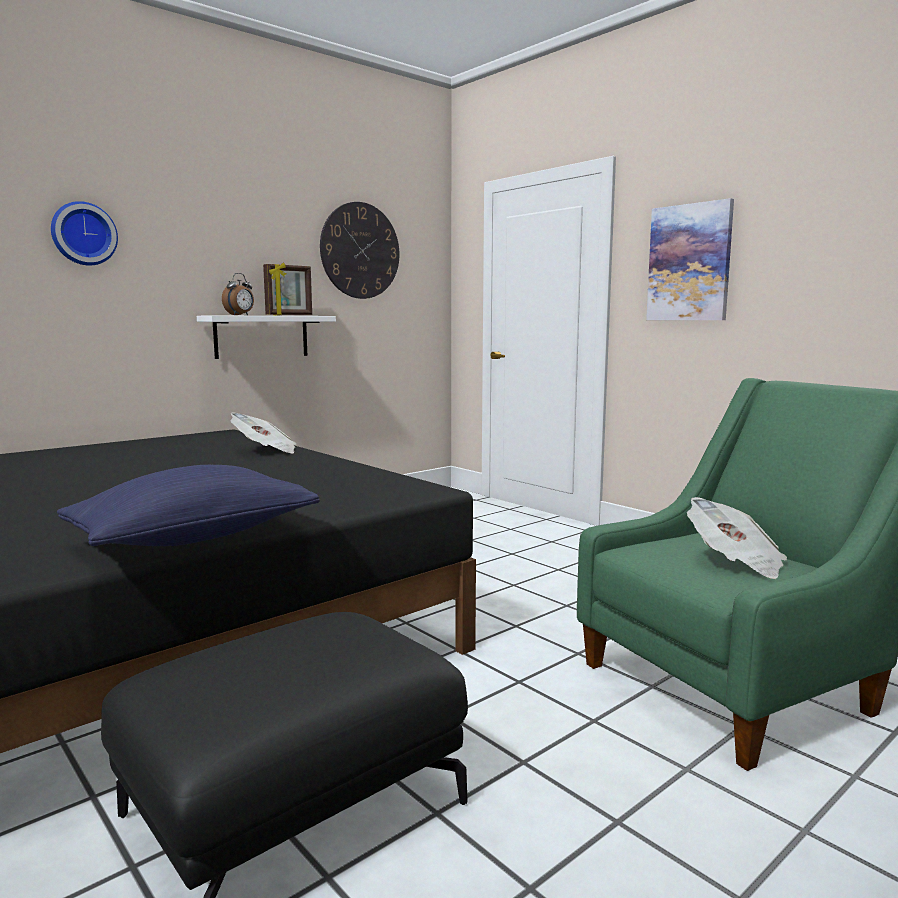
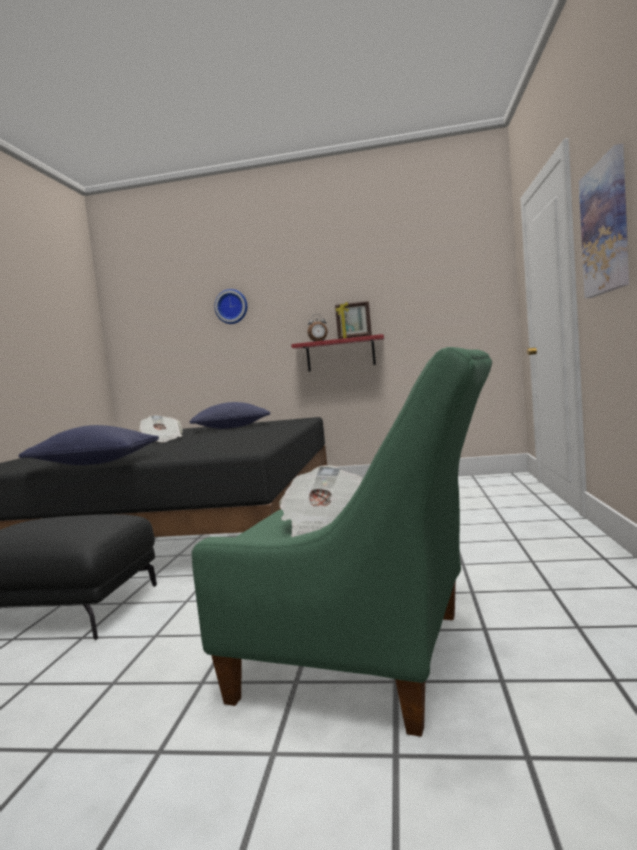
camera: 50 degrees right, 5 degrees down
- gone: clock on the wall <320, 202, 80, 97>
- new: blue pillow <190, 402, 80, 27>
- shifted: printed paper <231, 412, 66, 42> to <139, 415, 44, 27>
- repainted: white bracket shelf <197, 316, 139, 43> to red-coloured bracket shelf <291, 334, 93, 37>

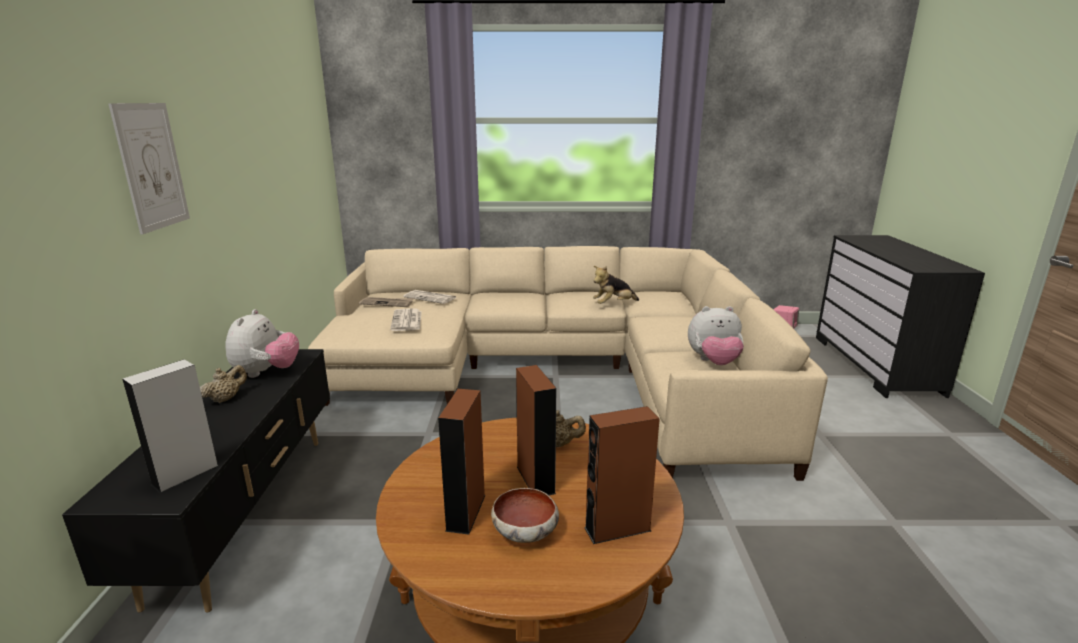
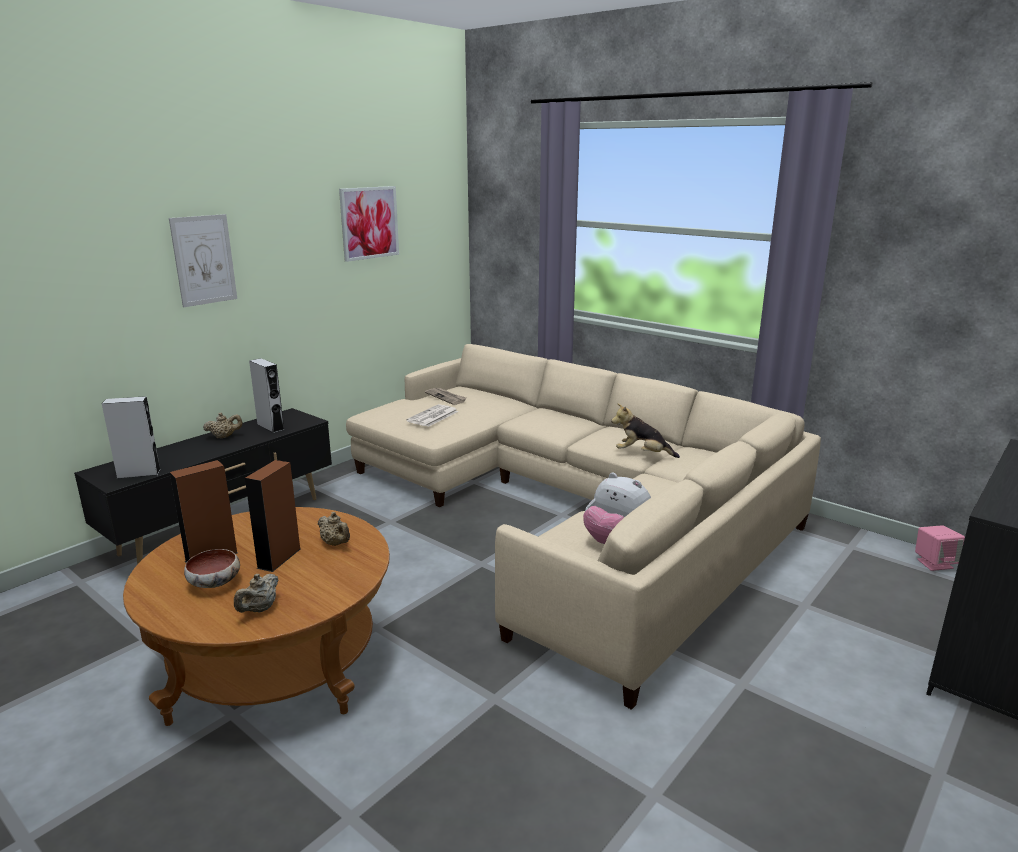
camera: 40 degrees right, 0 degrees up
- gone: printed paper <403, 290, 54, 14>
- new: picture <339, 186, 60, 76>
- swapped: plush toy <225, 309, 74, 69> to greyish loudspeaker <249, 358, 36, 75>
- swapped: brown-coloured loudspeaker <584, 406, 76, 138> to beige tea pot <234, 574, 44, 39>

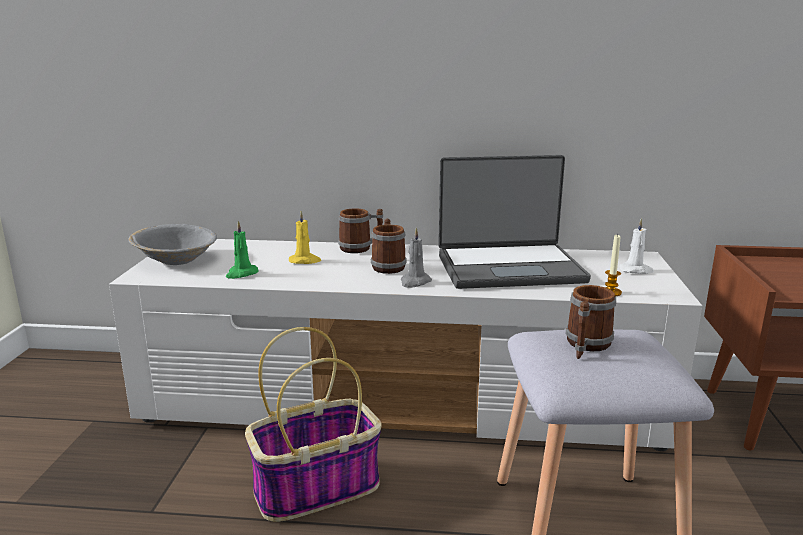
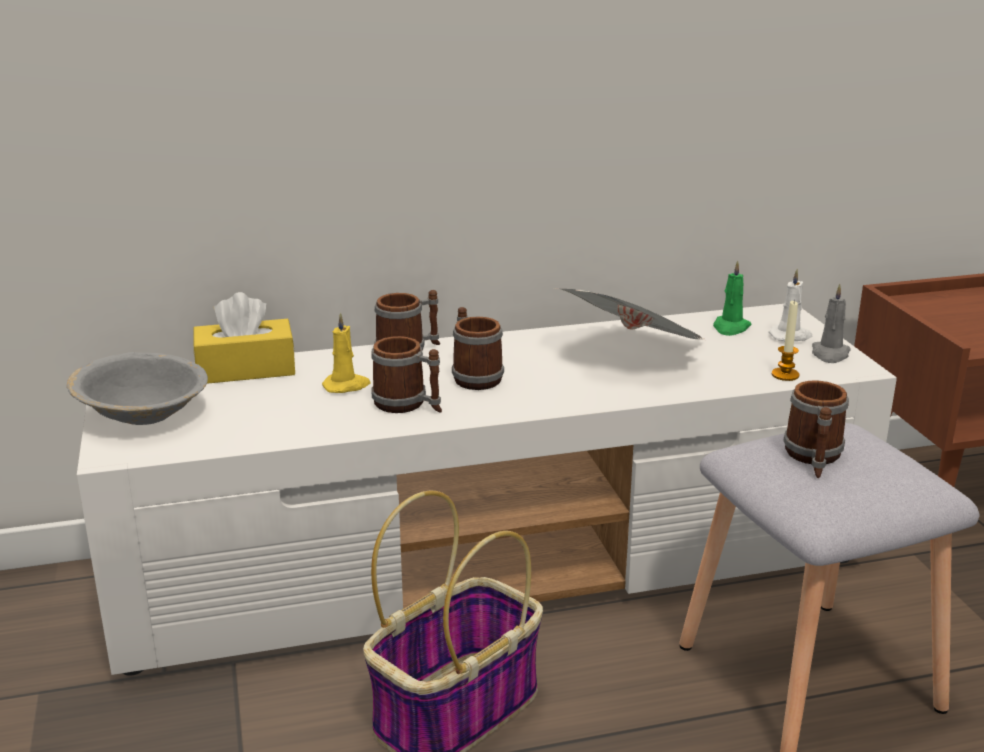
camera: 20 degrees left, 5 degrees up
- new: yellowish tissue box <193, 292, 102, 92>
- new: tea mug <371, 336, 71, 77>
- shifted: green wax light <225, 221, 34, 58> to <713, 260, 38, 76>
- shifted: greyish wax light <401, 228, 31, 60> to <812, 284, 39, 79>
- swapped: notebook computer <438, 155, 153, 134> to printed paper <554, 288, 153, 53>

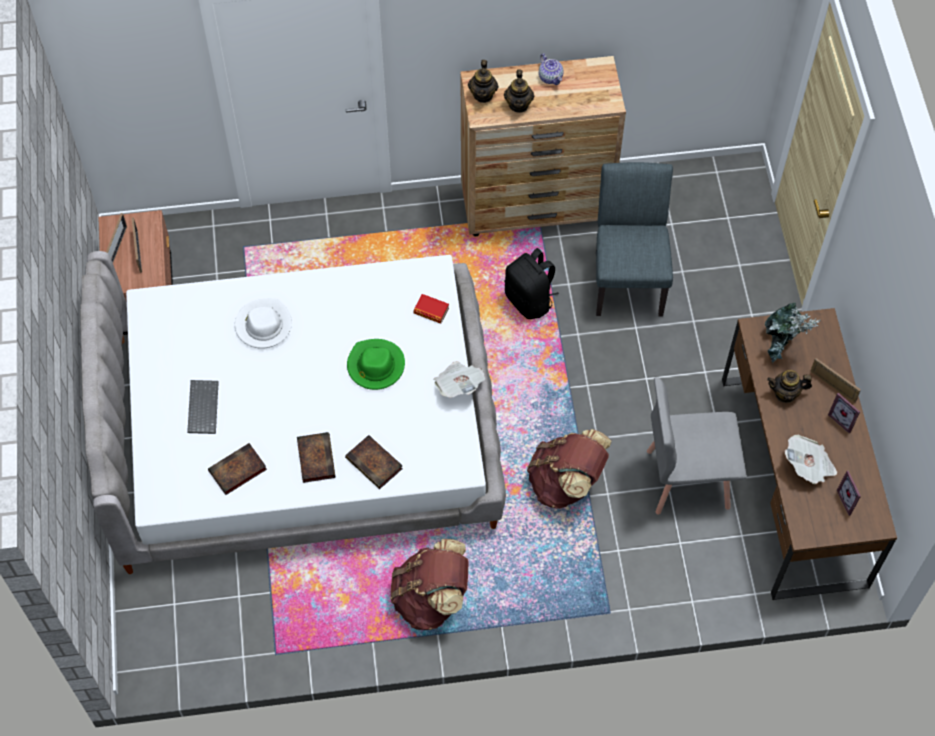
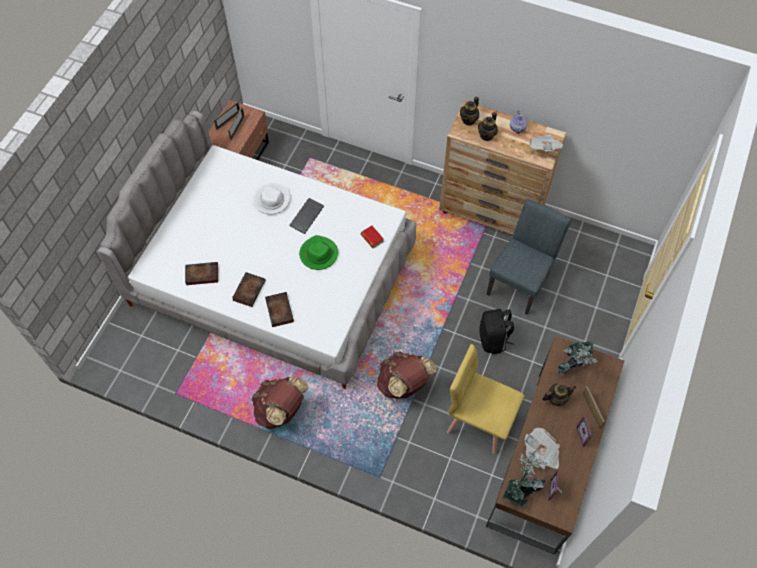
camera: 30 degrees right, 0 degrees up
- new: potted plant <502, 451, 46, 56>
- shifted: keyboard <187, 380, 32, 54> to <289, 198, 35, 36>
- shifted: printed paper <433, 361, 52, 37> to <529, 135, 34, 16>
- shifted: black-coloured rucksack <505, 248, 54, 71> to <479, 309, 35, 45>
- repainted: greyish upright chair <647, 377, 100, 138> to yellowish upright chair <447, 344, 78, 110>
- rotated: tea pot <767, 370, 45, 33> = <542, 384, 34, 22> 135 degrees clockwise

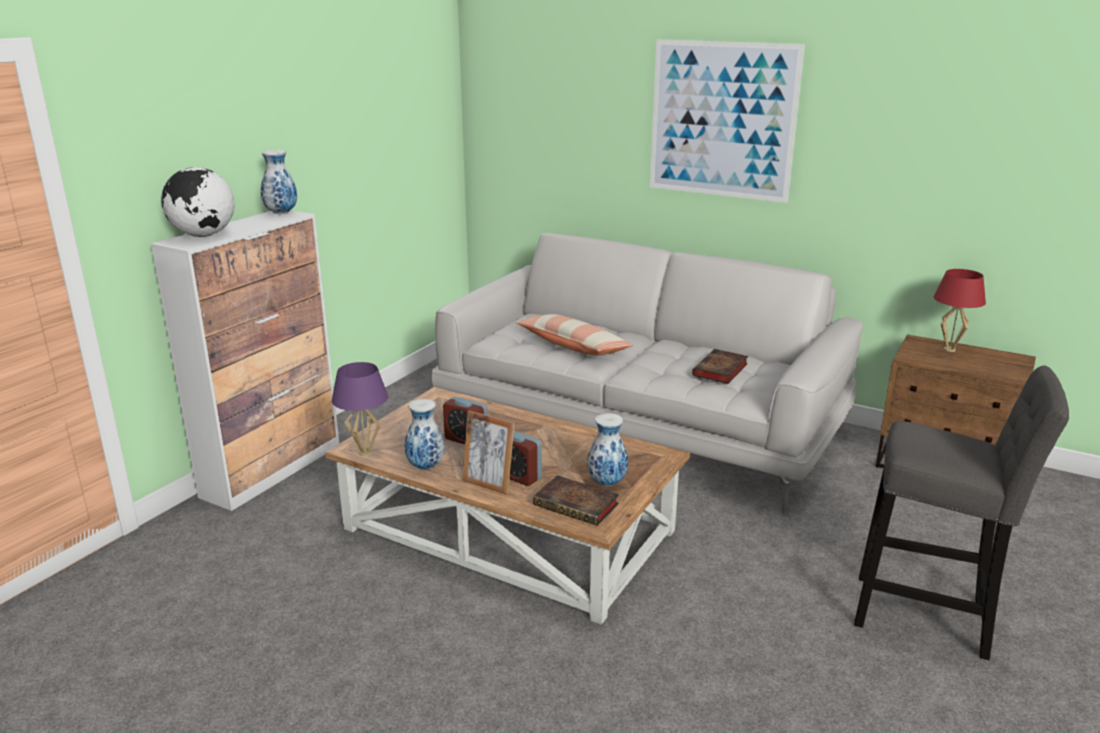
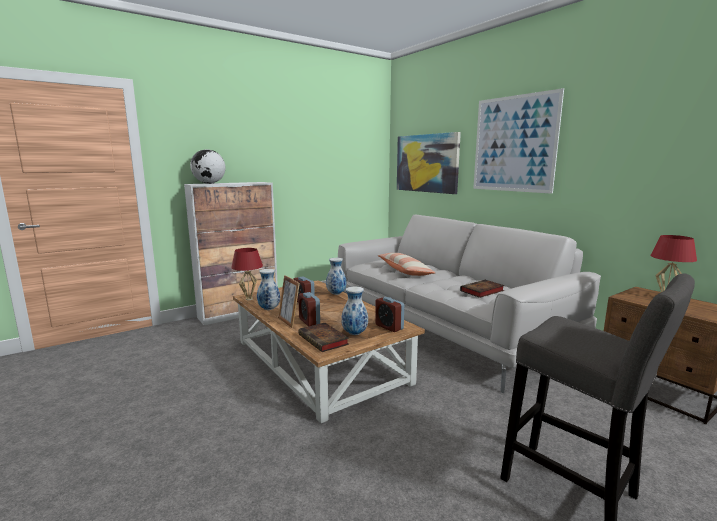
camera: 25 degrees right, 10 degrees down
- new: alarm clock <375, 297, 29, 35>
- new: picture <397, 132, 64, 62>
- shifted: decorative vase <261, 150, 36, 64> to <326, 258, 20, 37>
- repainted: purple tabletop lamp <332, 362, 56, 94> to red-coloured tabletop lamp <231, 248, 32, 52>

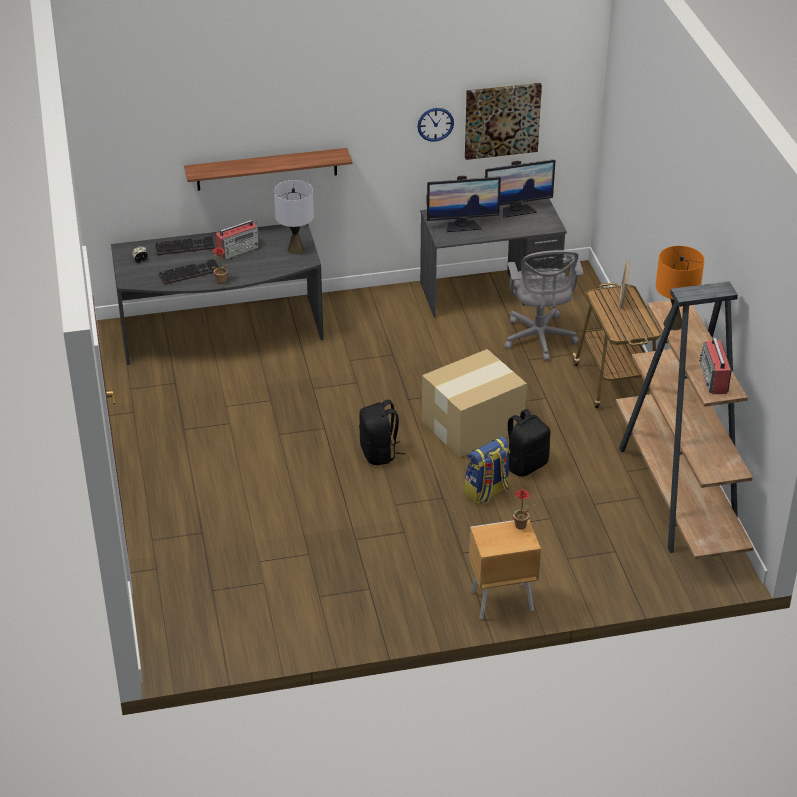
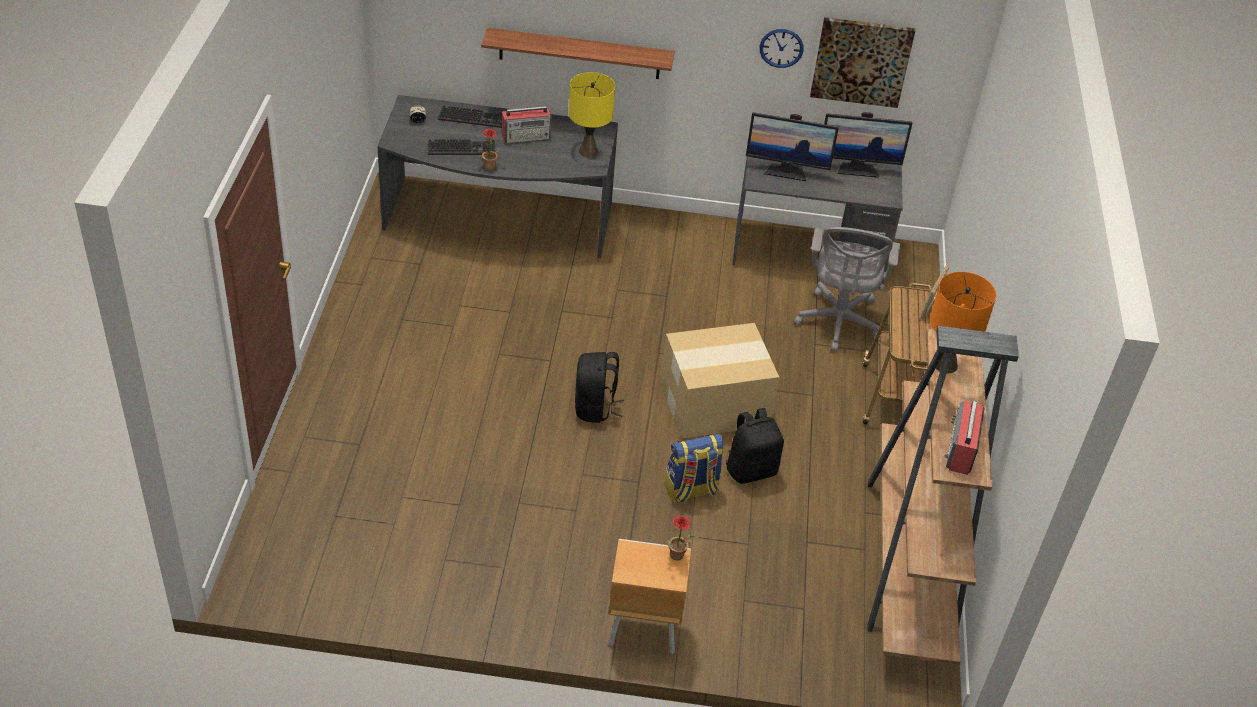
camera: 15 degrees right, 5 degrees up
- repainted: greyish tabletop lamp <274, 180, 40, 74> to yellowish tabletop lamp <569, 72, 46, 85>

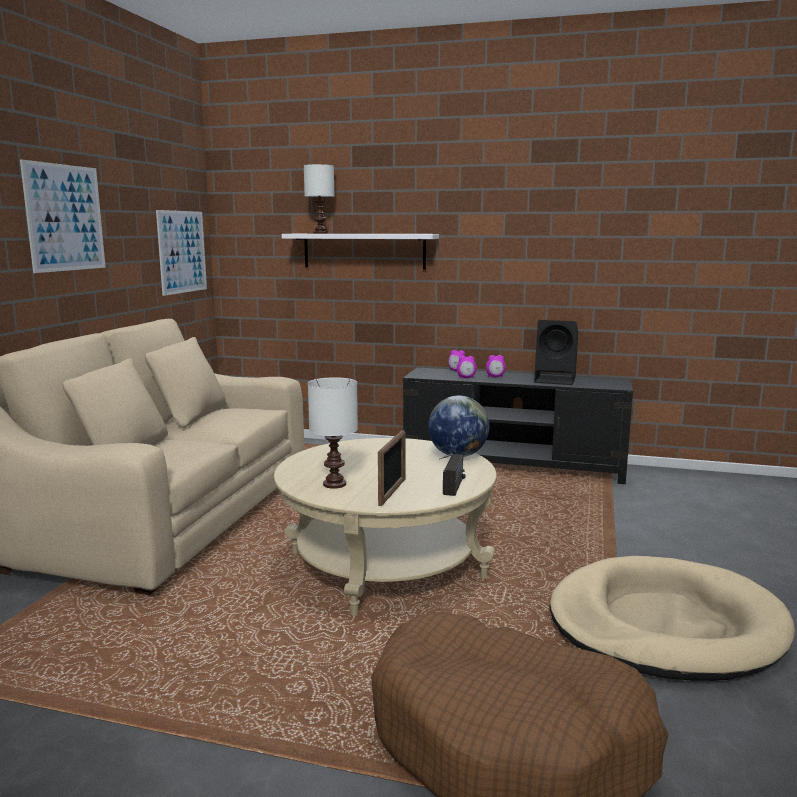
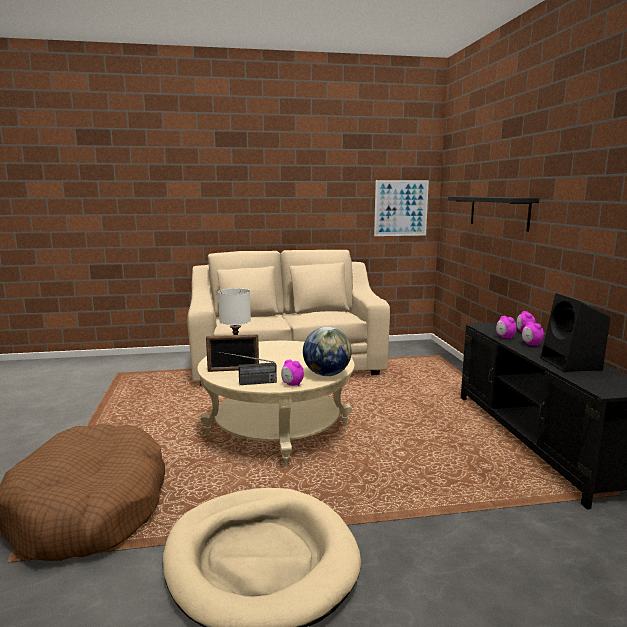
camera: 65 degrees right, 0 degrees up
- gone: picture <20, 159, 86, 114>
- gone: white tabletop lamp <304, 164, 30, 69>
- new: alarm clock <281, 359, 23, 27>
- repainted: white bracket shelf <282, 234, 157, 35> to black-coloured bracket shelf <448, 196, 91, 36>

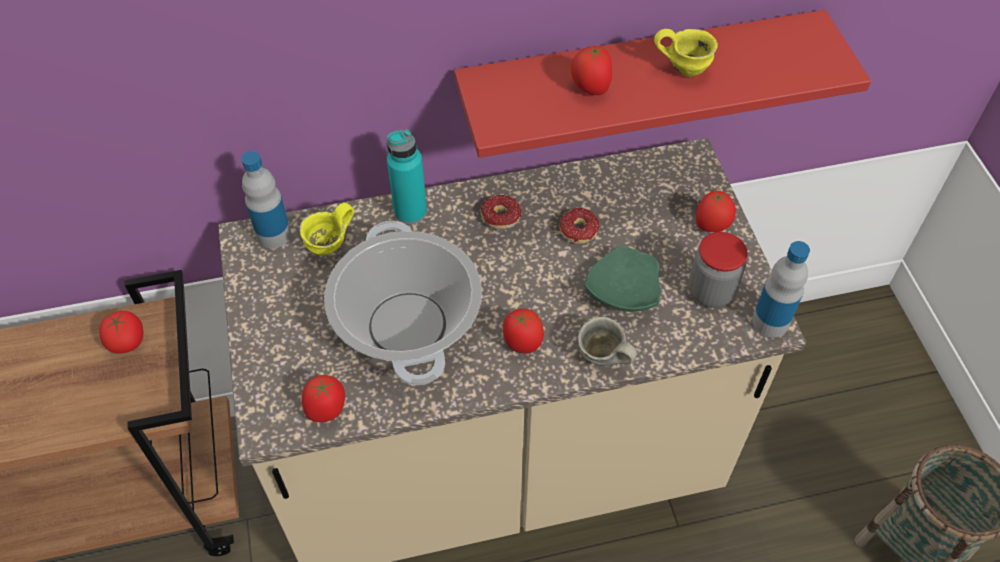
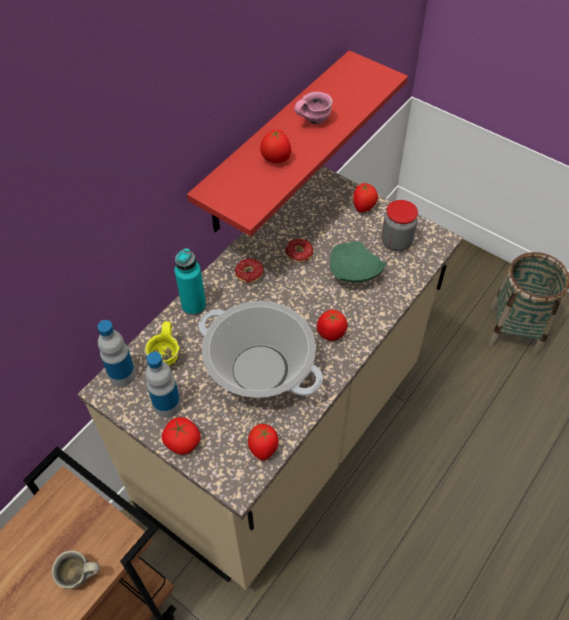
camera: 40 degrees left, 0 degrees up
- shifted: whole tomato <99, 311, 44, 43> to <162, 417, 39, 38>
- shifted: greyish tea mug <578, 317, 59, 49> to <52, 550, 48, 39>
- shifted: bottle <752, 241, 58, 96> to <145, 352, 36, 66>
- repainted: yellowish tea mug <654, 29, 64, 48> to pink tea mug <294, 92, 39, 32>

